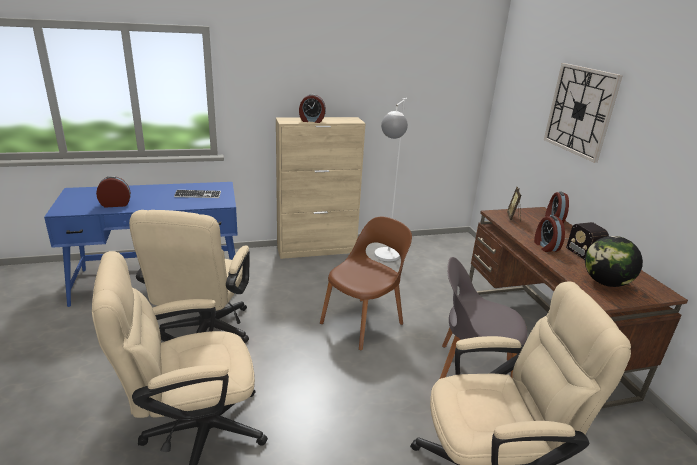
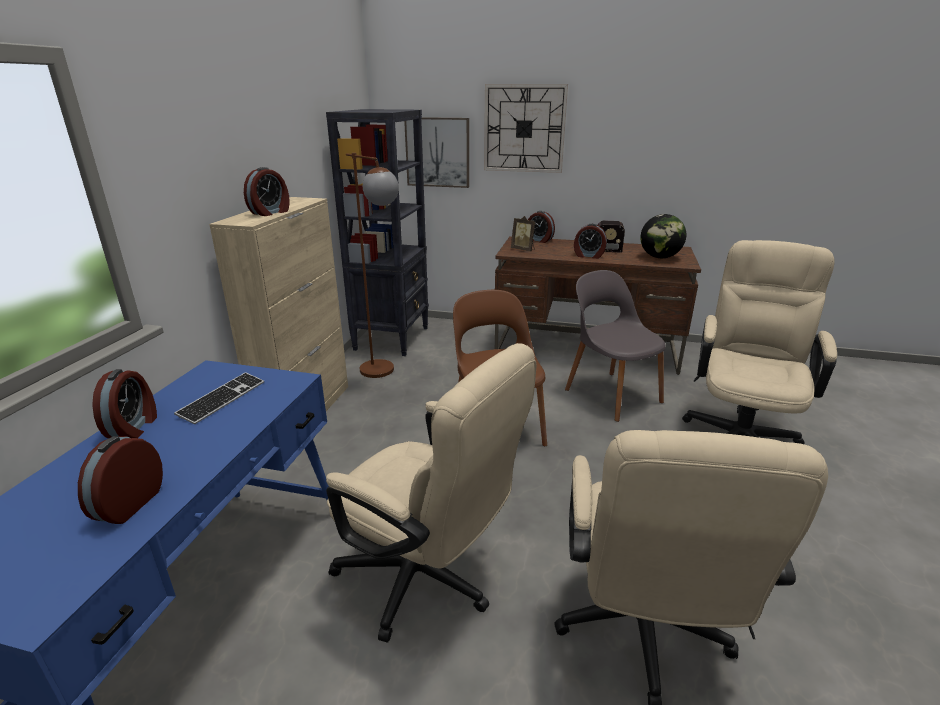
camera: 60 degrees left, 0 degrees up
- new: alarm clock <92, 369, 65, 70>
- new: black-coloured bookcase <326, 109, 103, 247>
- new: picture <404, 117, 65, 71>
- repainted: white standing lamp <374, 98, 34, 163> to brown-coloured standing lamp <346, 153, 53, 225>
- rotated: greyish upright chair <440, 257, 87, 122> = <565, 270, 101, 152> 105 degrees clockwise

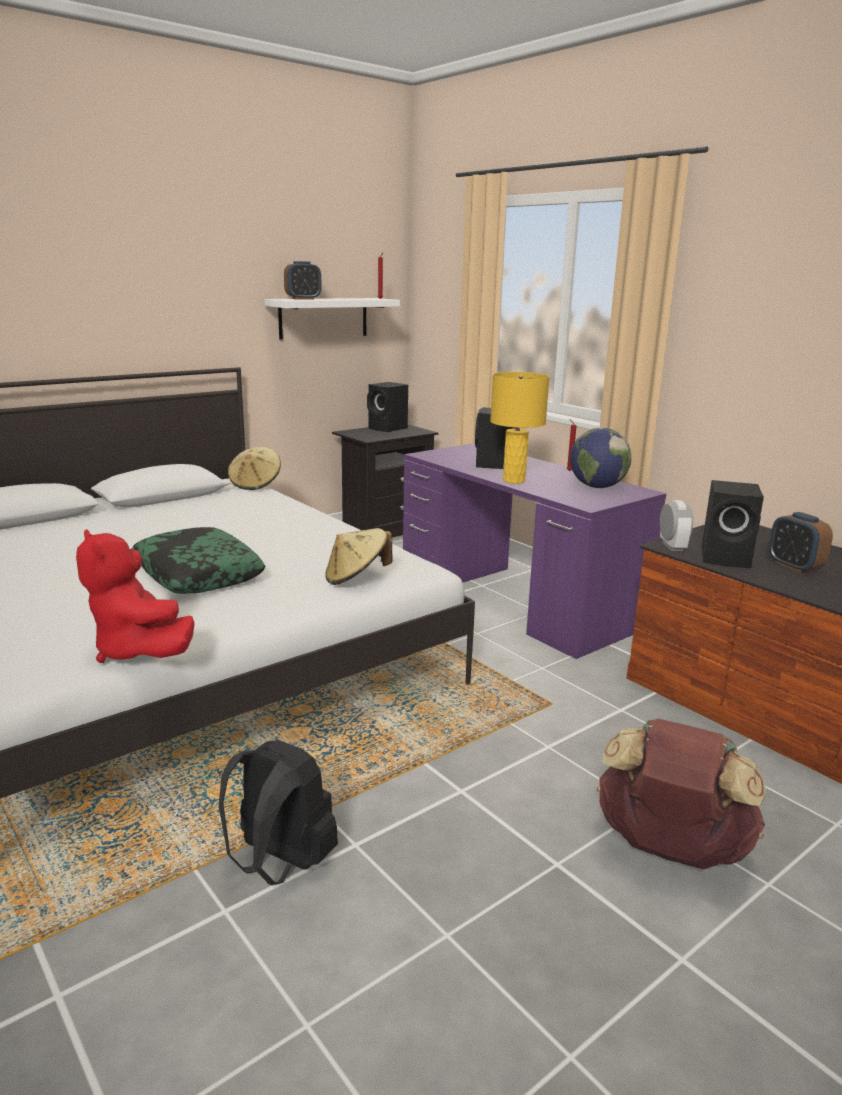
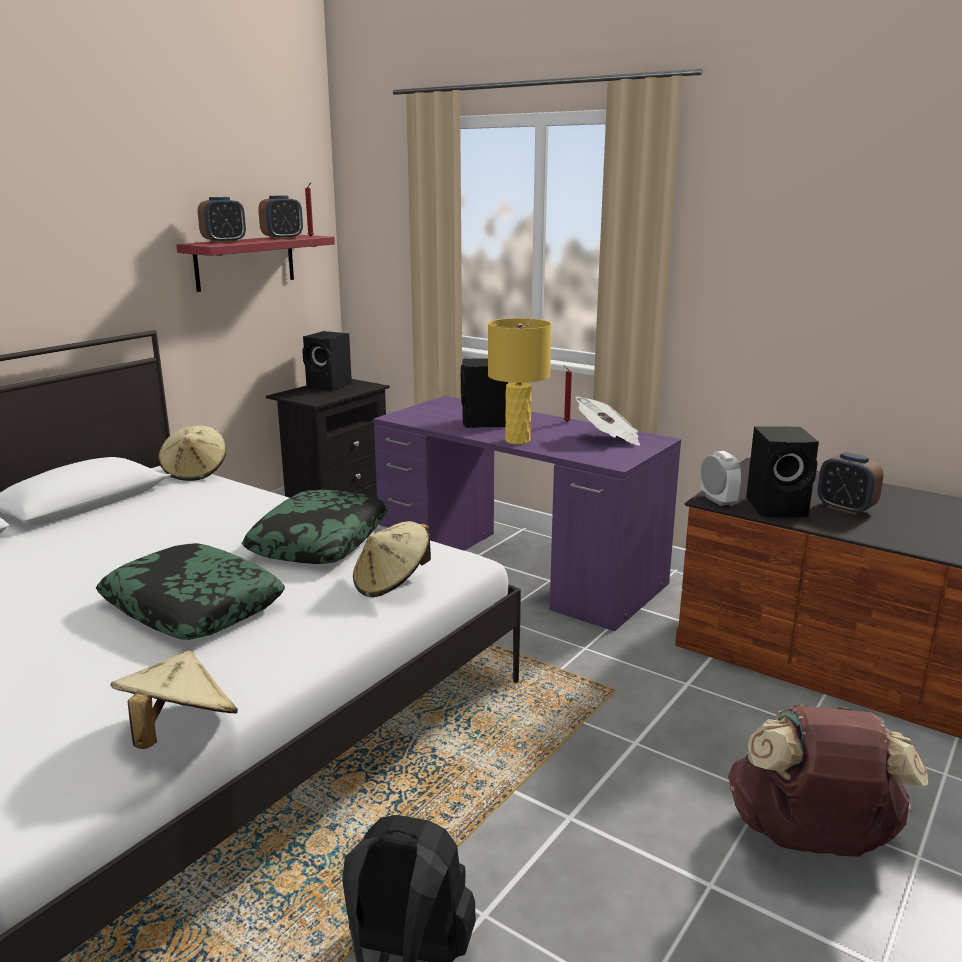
camera: 15 degrees left, 0 degrees up
- new: pillow <242, 490, 147, 74>
- new: alarm clock <258, 195, 45, 45>
- swapped: red-coloured plush toy <76, 529, 118, 134> to beige hat <111, 650, 127, 99>
- swapped: desk globe <570, 427, 61, 61> to printed paper <575, 396, 65, 49>
- repainted: white bracket shelf <265, 298, 135, 41> to red-coloured bracket shelf <176, 235, 159, 57>

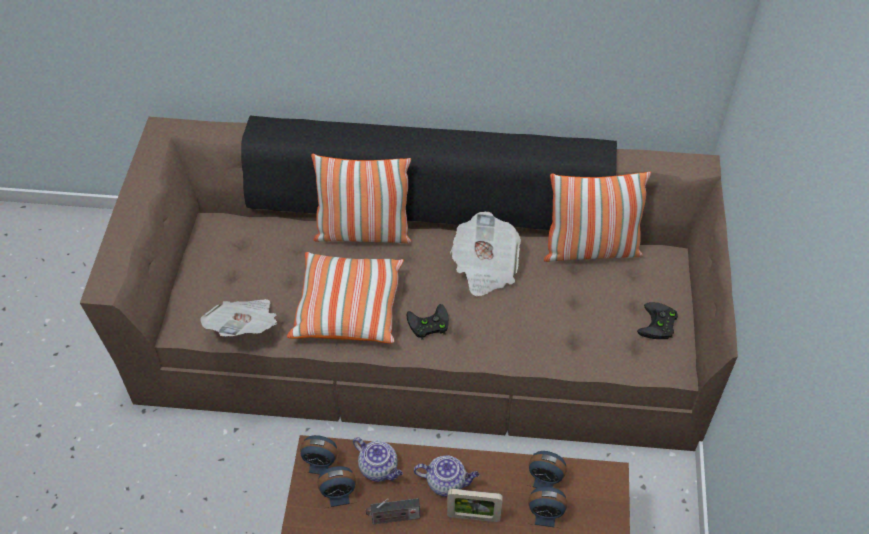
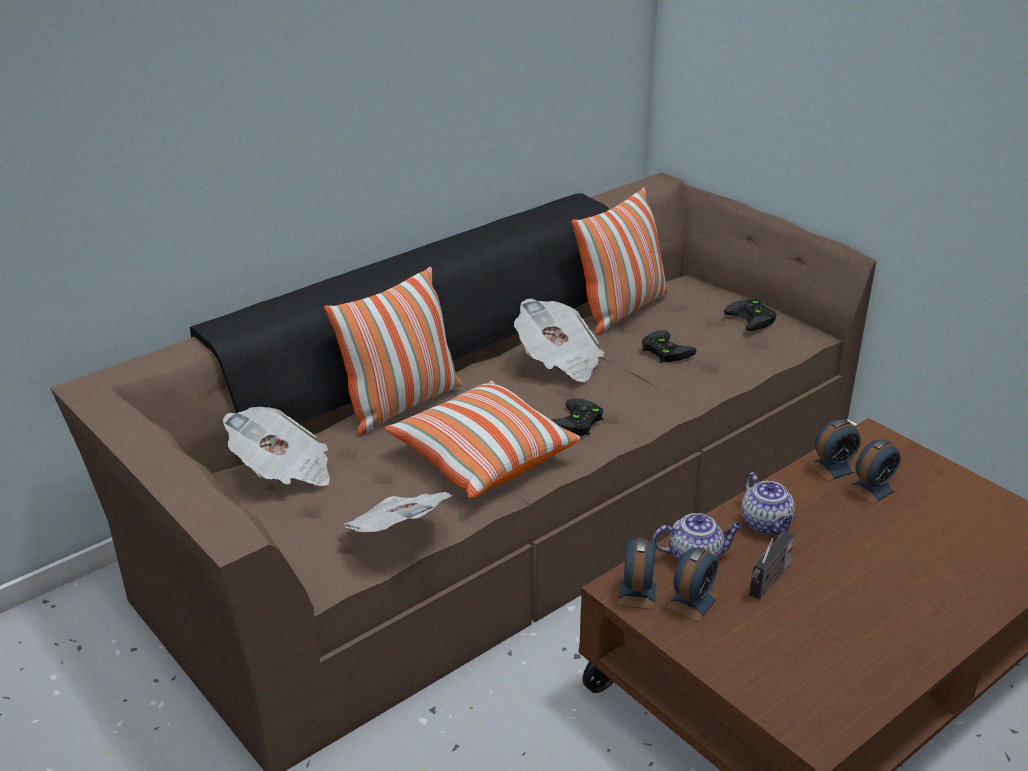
camera: 45 degrees left, 20 degrees down
- gone: standing frame <447, 489, 56, 33>
- new: printed paper <223, 407, 107, 79>
- new: black-coloured game controller <642, 330, 54, 32>
- rotated: alarm clock <300, 435, 39, 40> = <618, 537, 39, 73> 45 degrees counterclockwise
- rotated: tea pot <414, 456, 66, 41> = <741, 472, 54, 63> 105 degrees clockwise

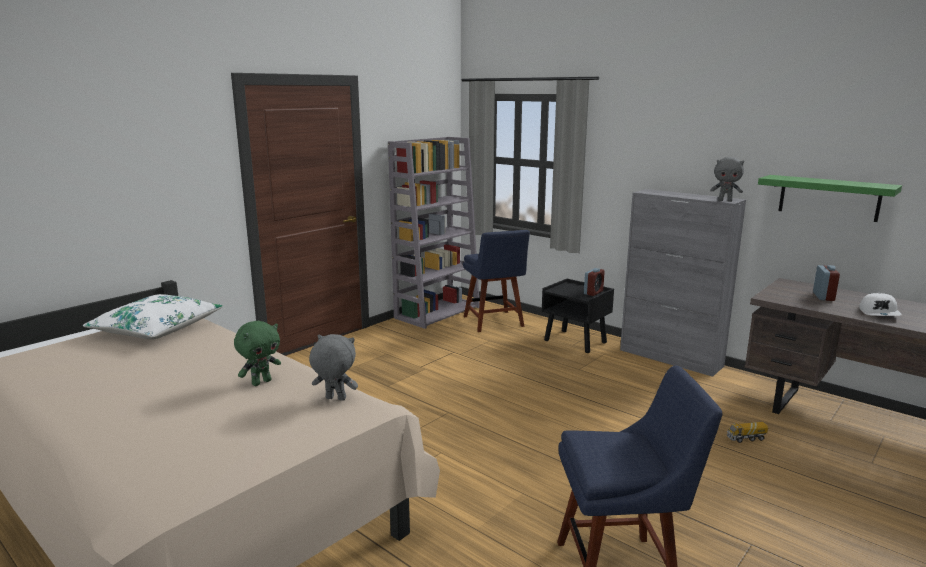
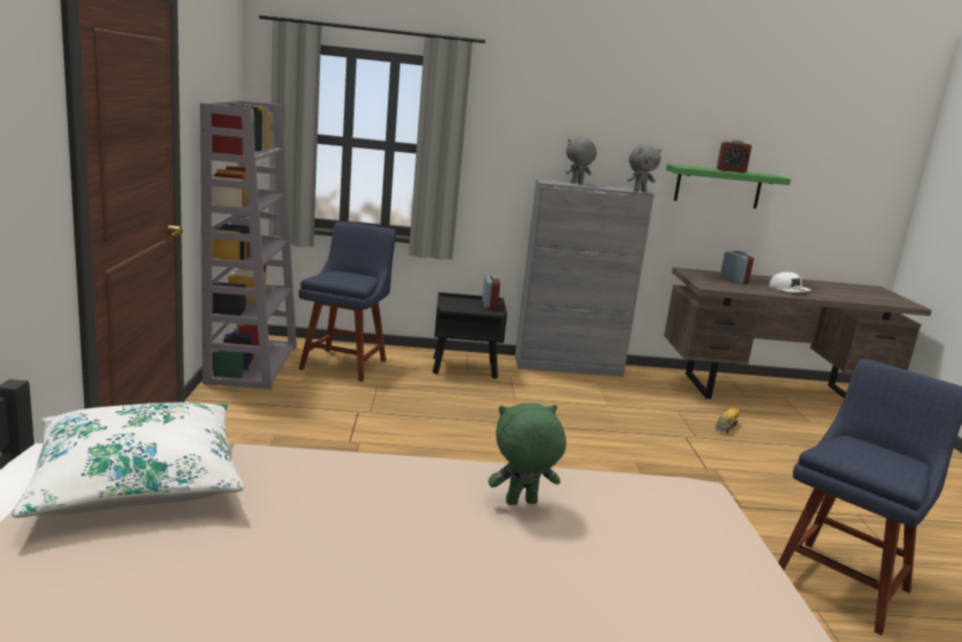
camera: 45 degrees left, 0 degrees up
- new: alarm clock <716, 140, 36, 33>
- shifted: greyish plush toy <309, 334, 49, 67> to <565, 137, 32, 47>
- rotated: green plush toy <234, 321, 47, 65> = <488, 403, 78, 102> 105 degrees counterclockwise
- rotated: blue upright chair <463, 230, 67, 102> = <299, 221, 97, 161> 105 degrees counterclockwise

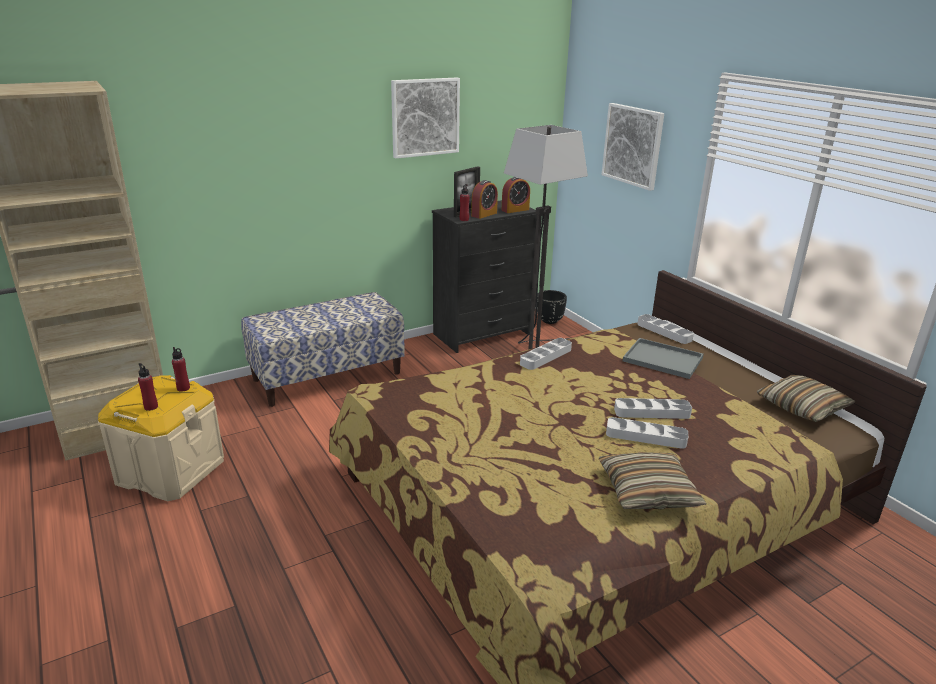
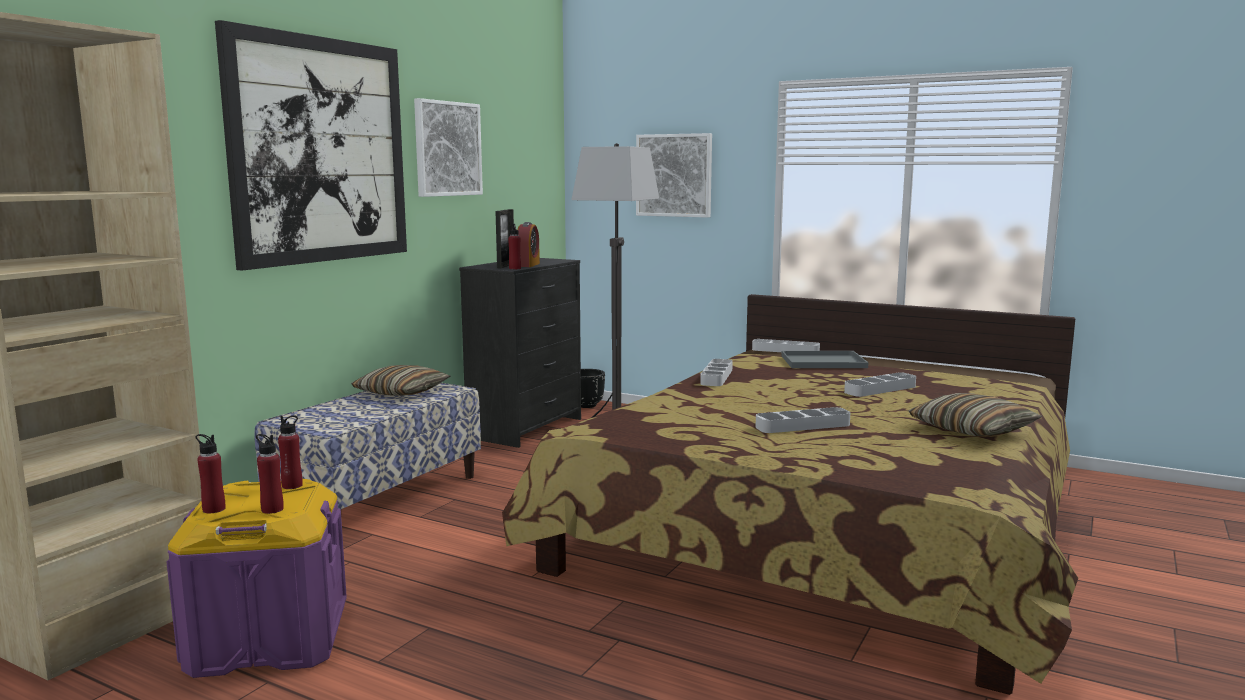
camera: 30 degrees left, 15 degrees down
- gone: alarm clock <501, 177, 29, 36>
- new: red-coloured bottle <196, 434, 29, 79>
- new: picture <215, 20, 192, 251>
- shifted: greyish carrying tray <606, 417, 82, 32> to <755, 407, 96, 26>
- shifted: pillow <757, 375, 99, 47> to <351, 365, 99, 31>
- repainted: beige storage box <98, 375, 126, 126> to purple storage box <167, 479, 180, 199>

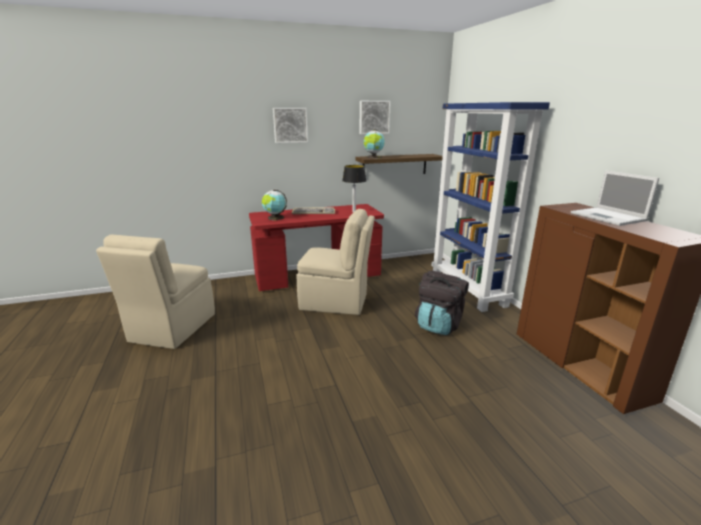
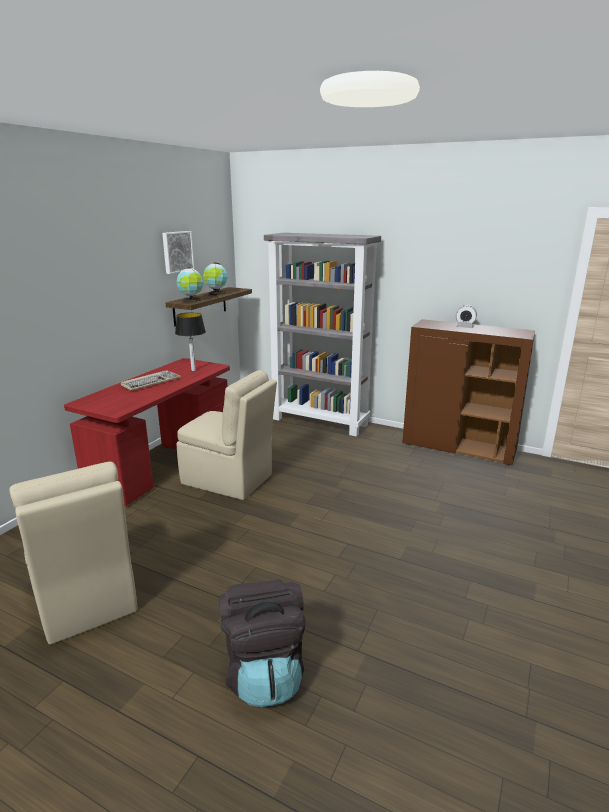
camera: 45 degrees left, 0 degrees up
- gone: picture <273, 108, 35, 35>
- shifted: desk globe <262, 189, 25, 31> to <203, 263, 24, 32>
- shifted: black-coloured rucksack <415, 271, 54, 64> to <219, 579, 87, 128>
- swapped: notebook computer <571, 170, 88, 56> to alarm clock <456, 305, 21, 23>
- repainted: blue bookcase <431, 102, 119, 210> to greyish bookcase <264, 233, 117, 204>
- rotated: beige upright chair <297, 209, 78, 106> = <176, 370, 101, 130> 60 degrees clockwise

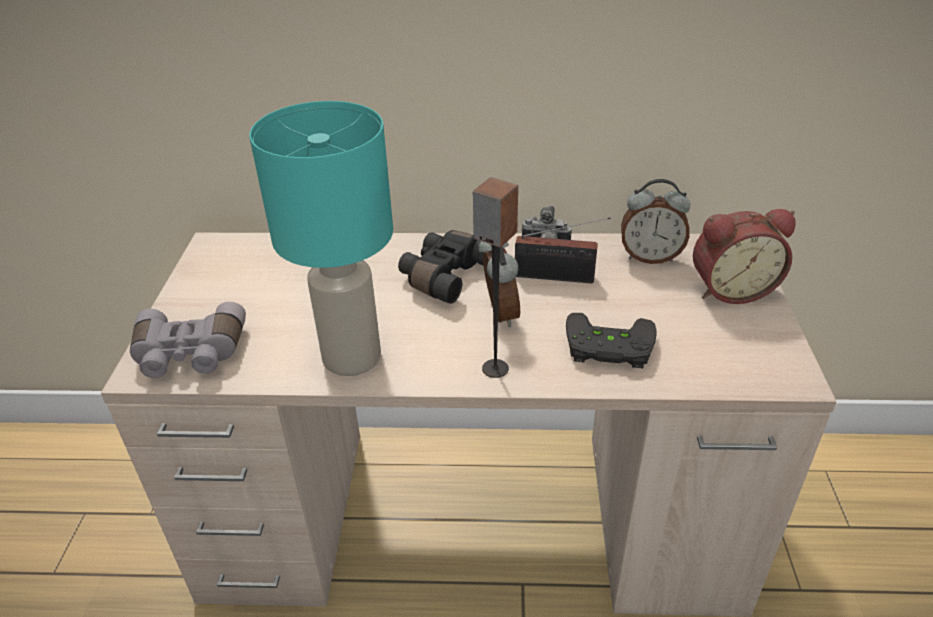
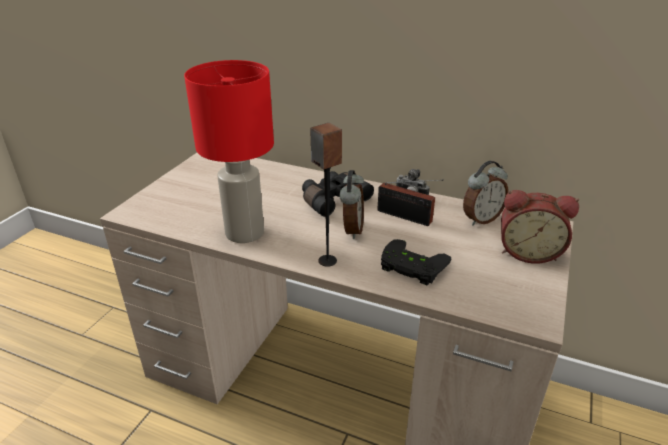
camera: 20 degrees right, 5 degrees down
- gone: greyish pair of binoculars <130, 302, 116, 76>
- repainted: turquoise-coloured tabletop lamp <249, 101, 144, 275> to red-coloured tabletop lamp <184, 60, 90, 183>
- rotated: alarm clock <621, 179, 69, 85> = <463, 161, 46, 64> 60 degrees counterclockwise

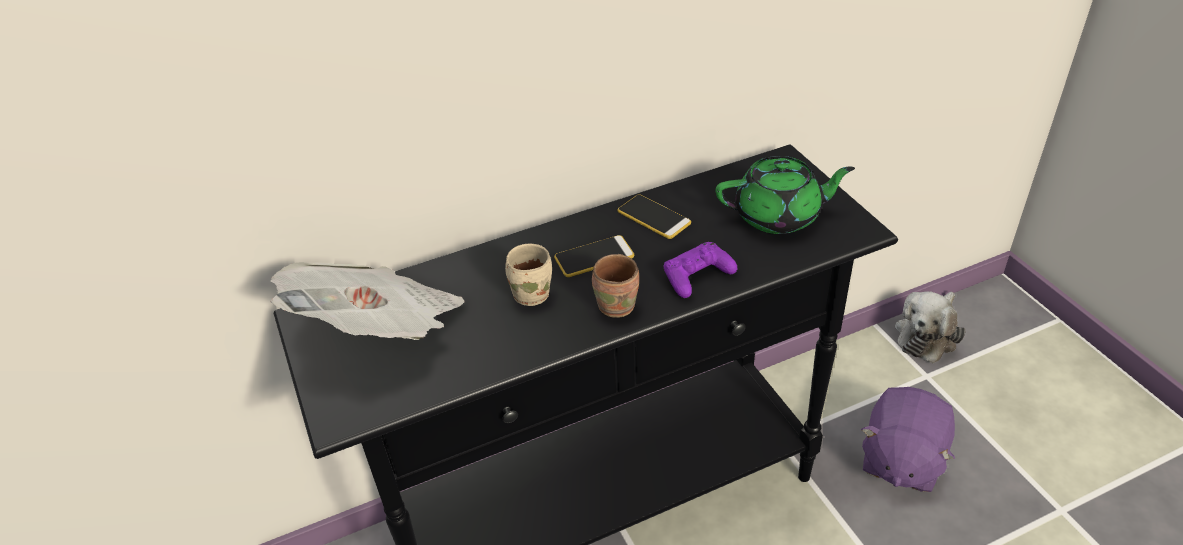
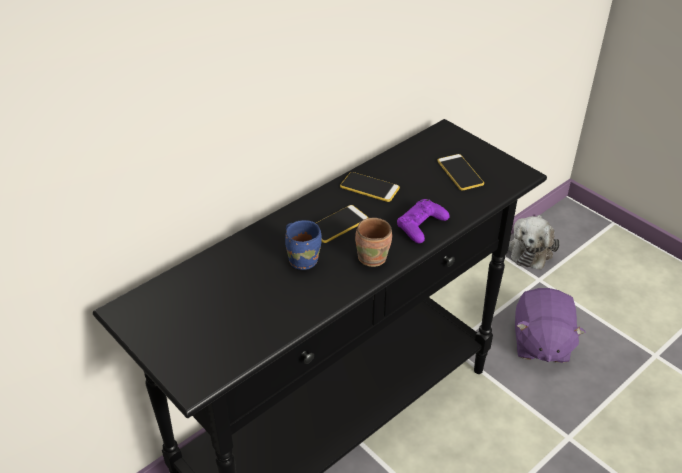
camera: 20 degrees left, 0 degrees up
- gone: printed paper <270, 262, 194, 78>
- swapped: green tea pot <716, 156, 139, 78> to handset <437, 154, 47, 37>
- repainted: beige tea mug <505, 244, 47, 62> to blue tea mug <285, 220, 37, 50>

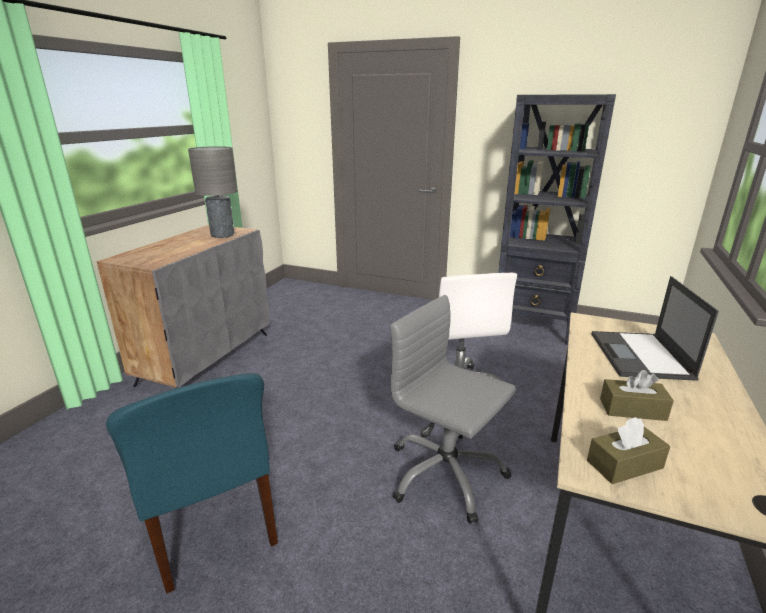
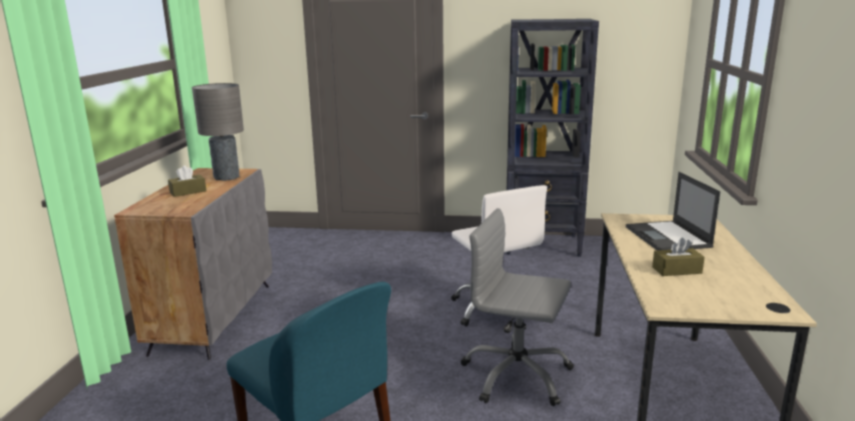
camera: 15 degrees left, 5 degrees down
- shifted: brown-coloured tissue box <587, 417, 83, 67> to <168, 165, 38, 32>

